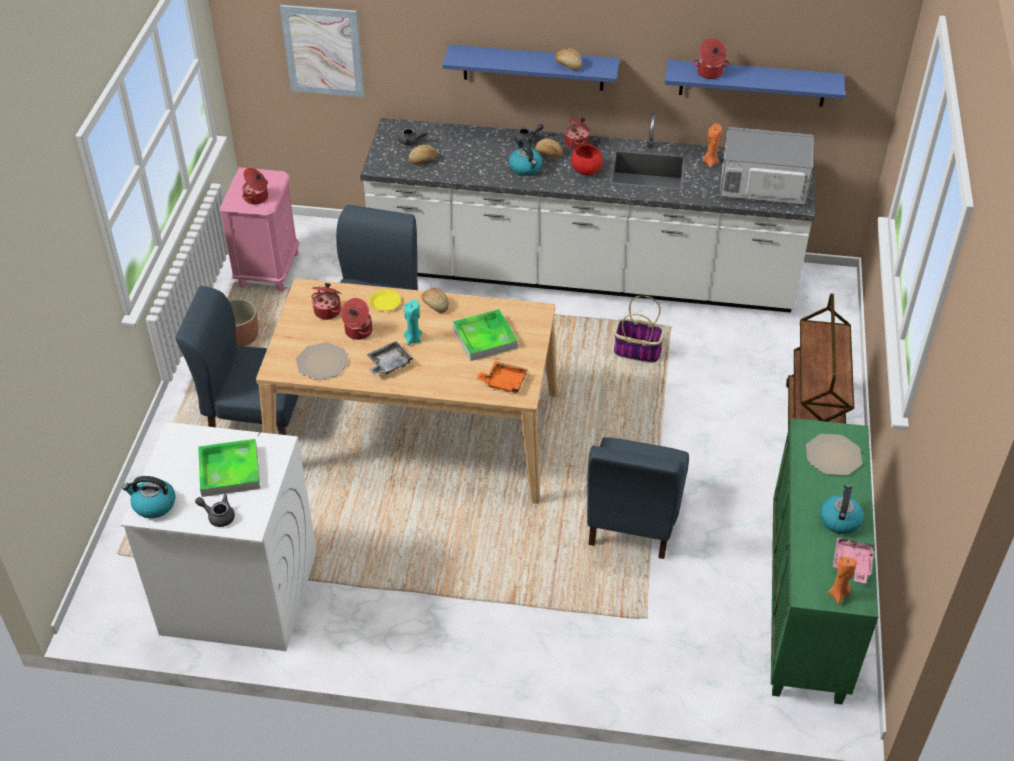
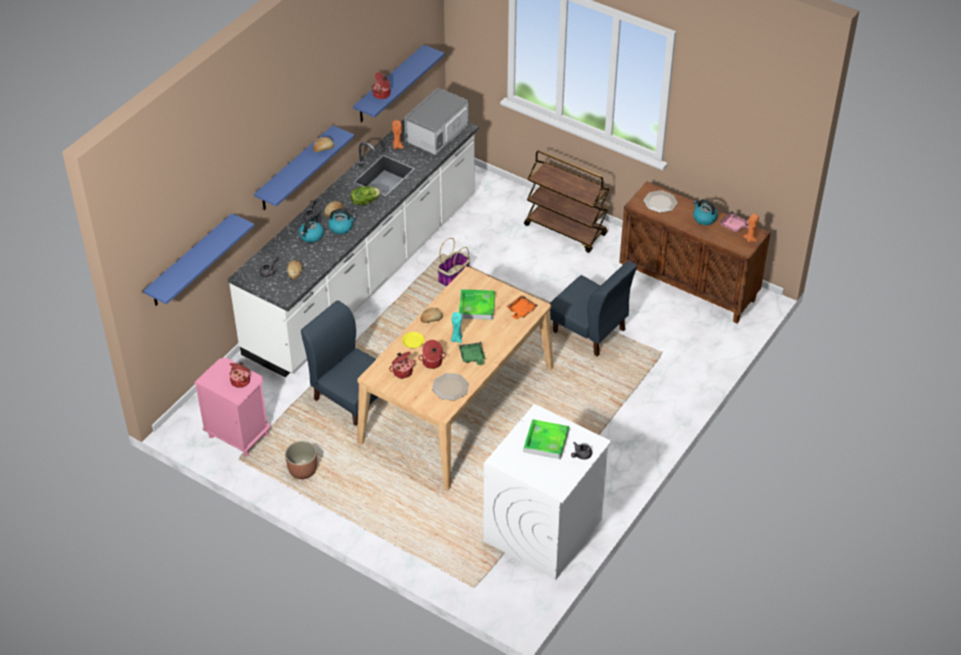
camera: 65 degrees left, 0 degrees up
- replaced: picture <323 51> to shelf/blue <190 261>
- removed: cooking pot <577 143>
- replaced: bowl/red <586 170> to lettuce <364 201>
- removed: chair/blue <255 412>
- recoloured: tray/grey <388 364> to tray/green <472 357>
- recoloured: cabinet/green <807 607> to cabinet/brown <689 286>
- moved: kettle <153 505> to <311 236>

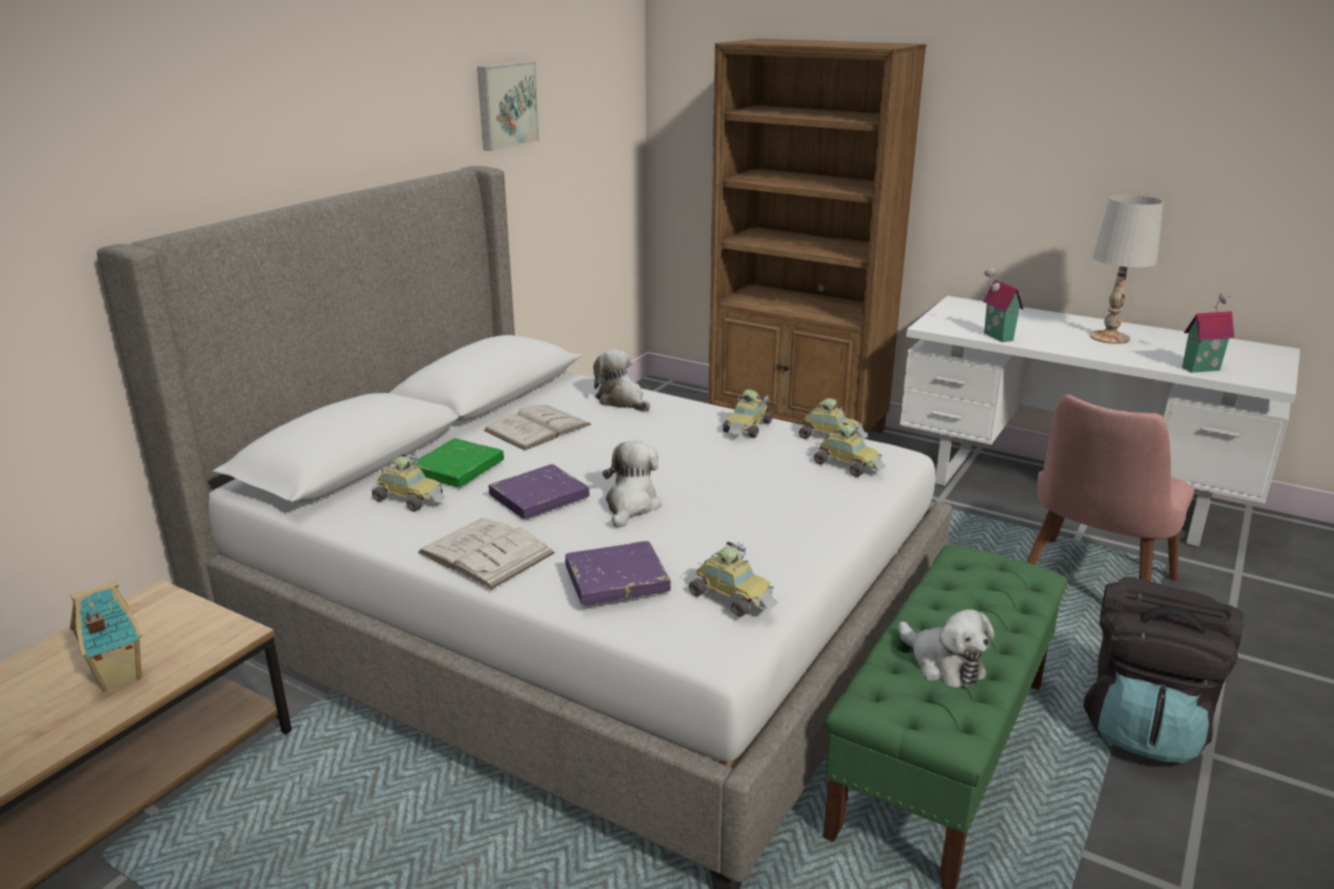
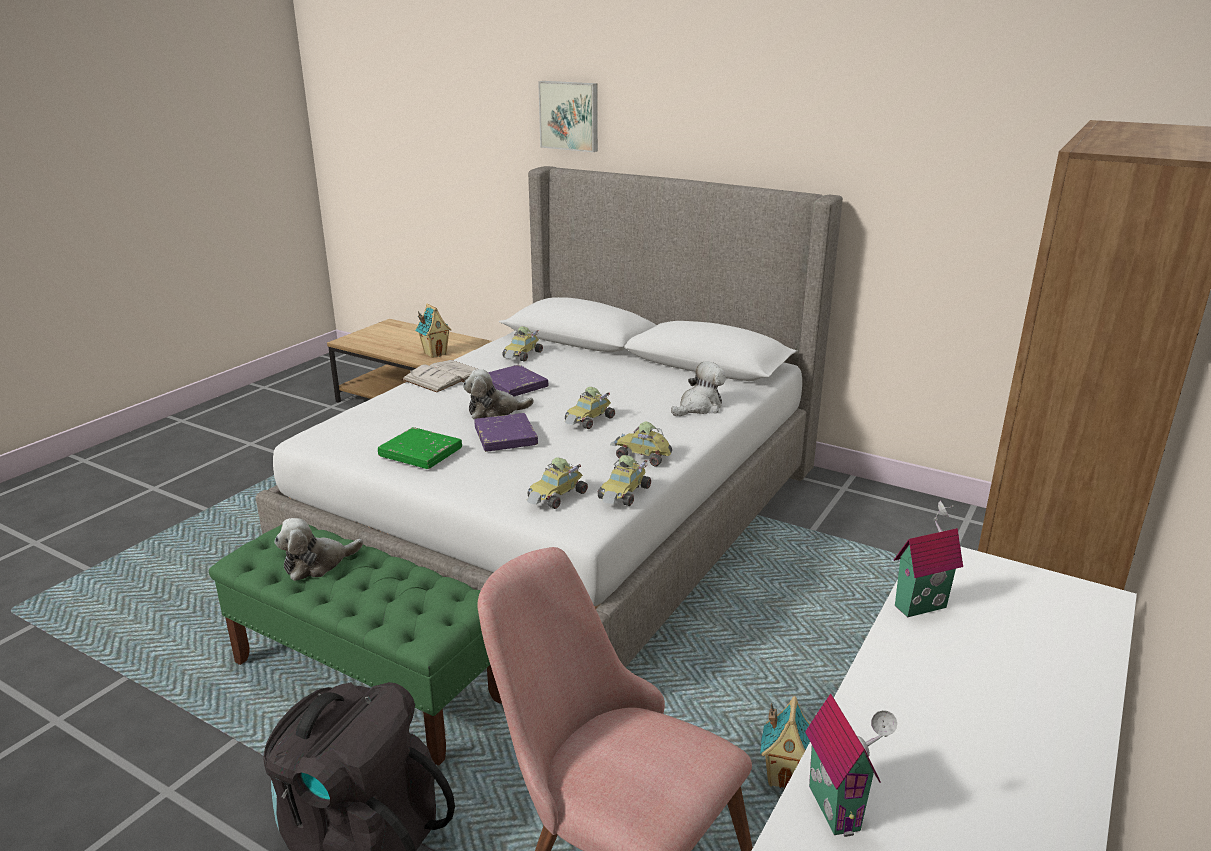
camera: 90 degrees right, 0 degrees up
- moved: picture <505 105> to <570 115>
- removed: table lamp/white <1110 337>
- removed: book/white <537 427>
- moved: book/green <457 468> to <420 453>
- turned: plush toy <631 505> = <494 411> 150 degrees clockwise
- moved: book/purple <617 579> to <505 437>
- moved: toy car <733 596> to <589 420>
- added: toy house <786 778>

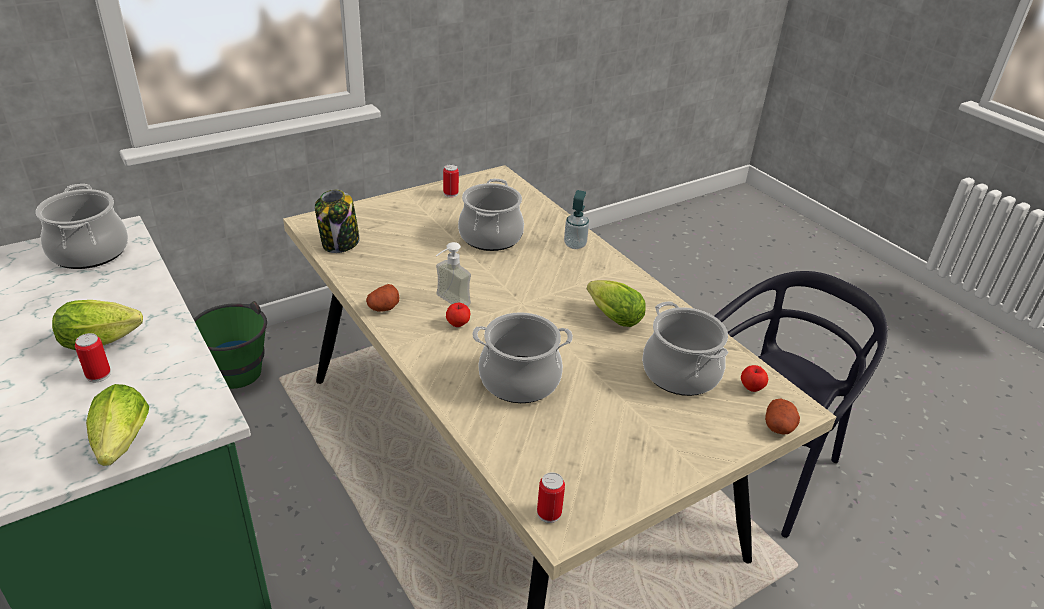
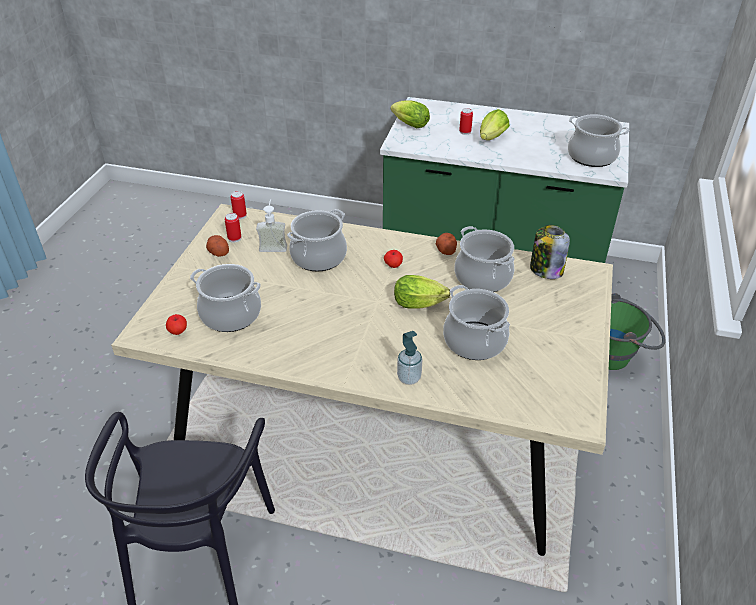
camera: 140 degrees right, 5 degrees up
- moved: can <450 194> to <234 238>
- moved: soap dispenser <447 303> to <274 245>
- moved: lettuce <611 316> to <421 304>
- moved: potato <779 427> to <218 252>
- added: cooking pot <483 277>

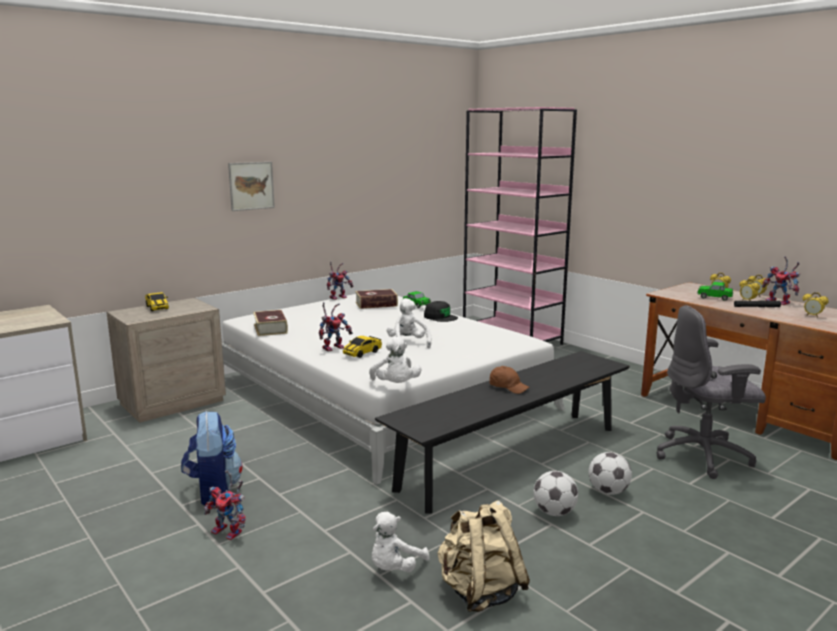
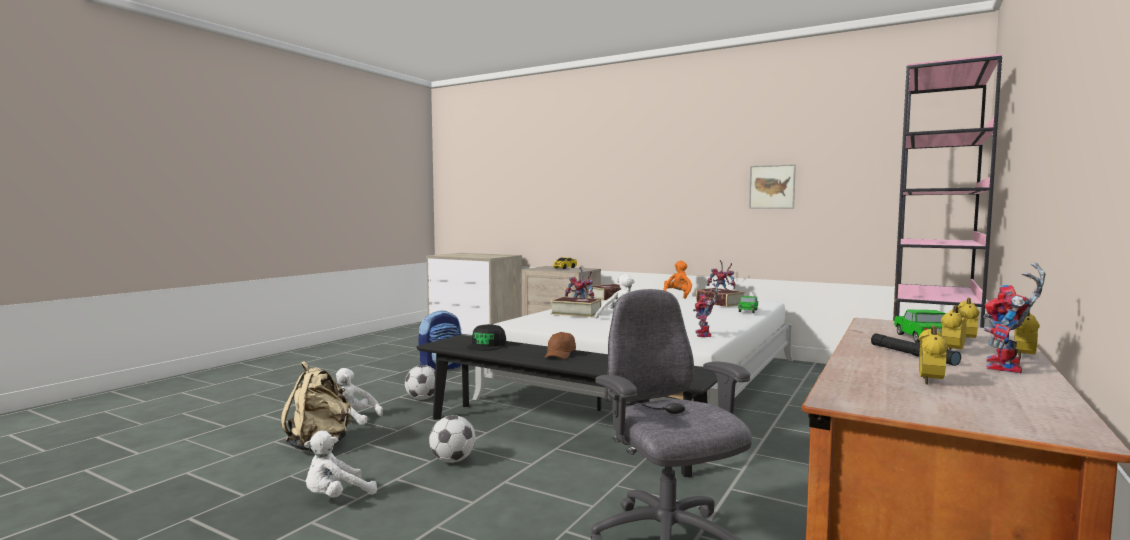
camera: 70 degrees right, 10 degrees down
- moved: picture <251 186> to <772 187>
- moved: cap/black <440 317> to <487 345>
- replaced: toy car <362 353> to book <576 313>
- moved: plush toy/white <395 386> to <336 497>
- moved: football <608 491> to <422 398>
- moved: toy robot <230 532> to <705 335>
- added: plush toy/orange <677 296>

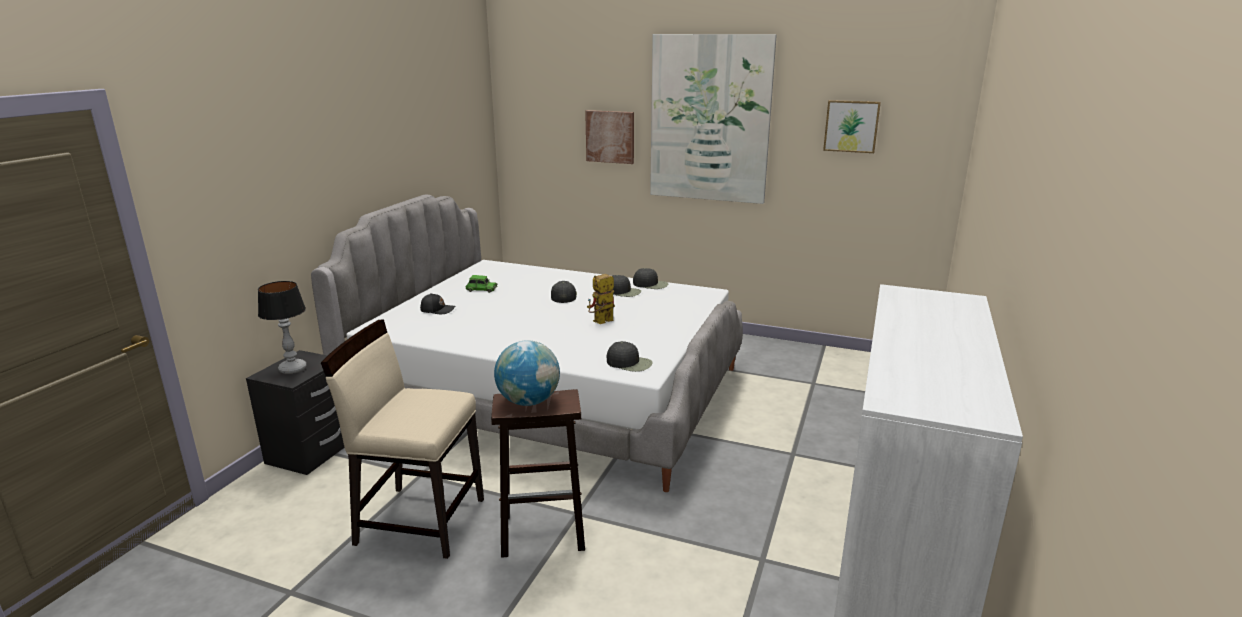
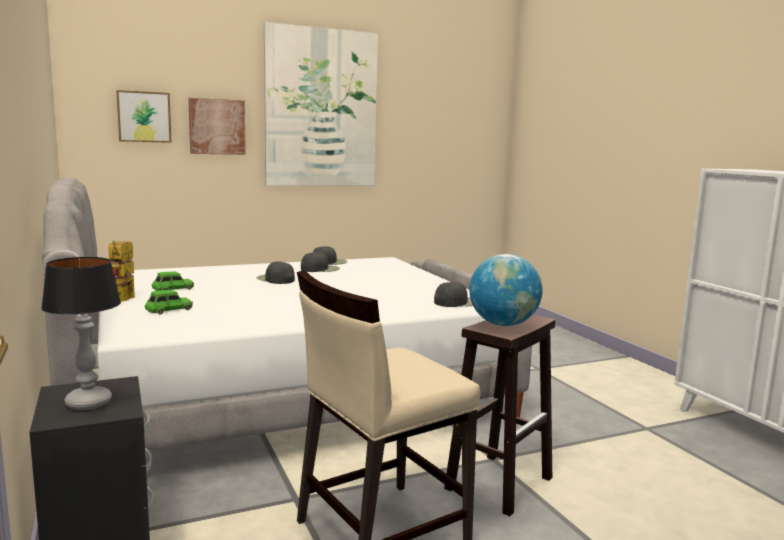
camera: 45 degrees left, 10 degrees down
- moved: picture <851 126> to <144 117>
- moved: toy robot <601 322> to <122 300>
- replaced: cap/black <437 310> to toy car/green <168 309>

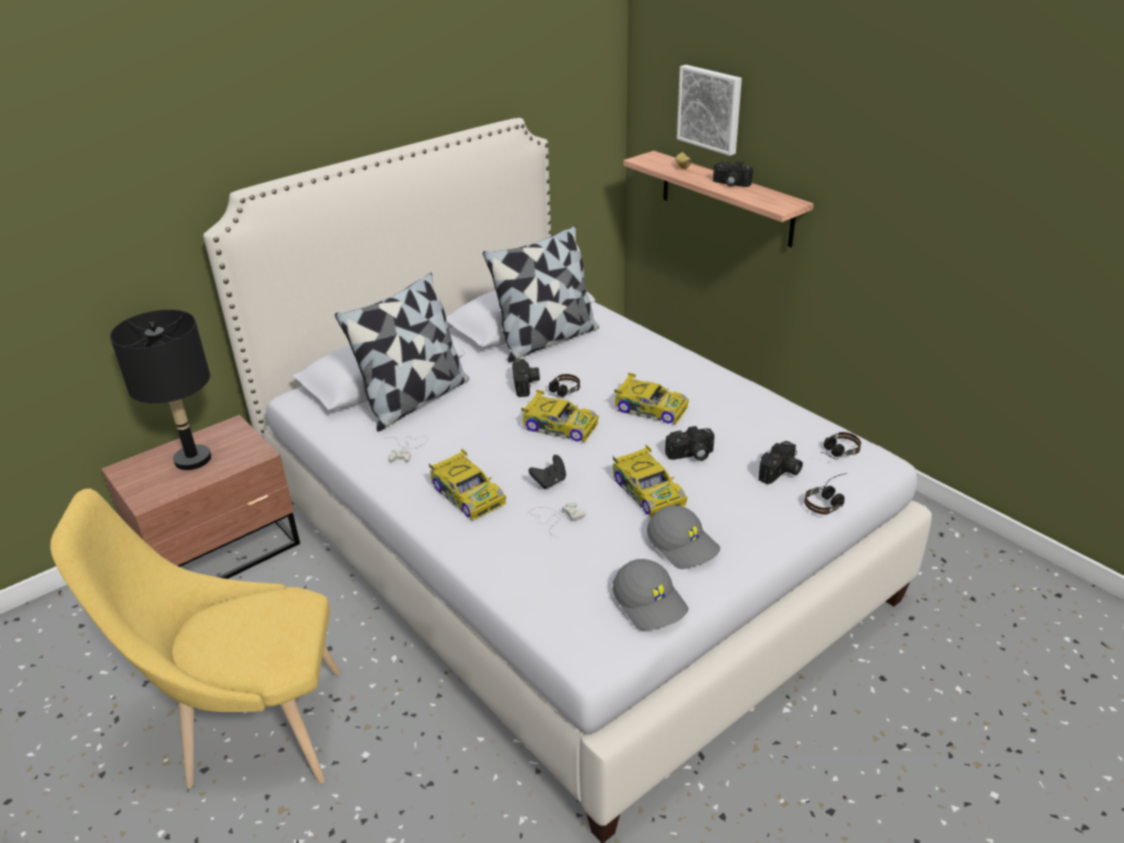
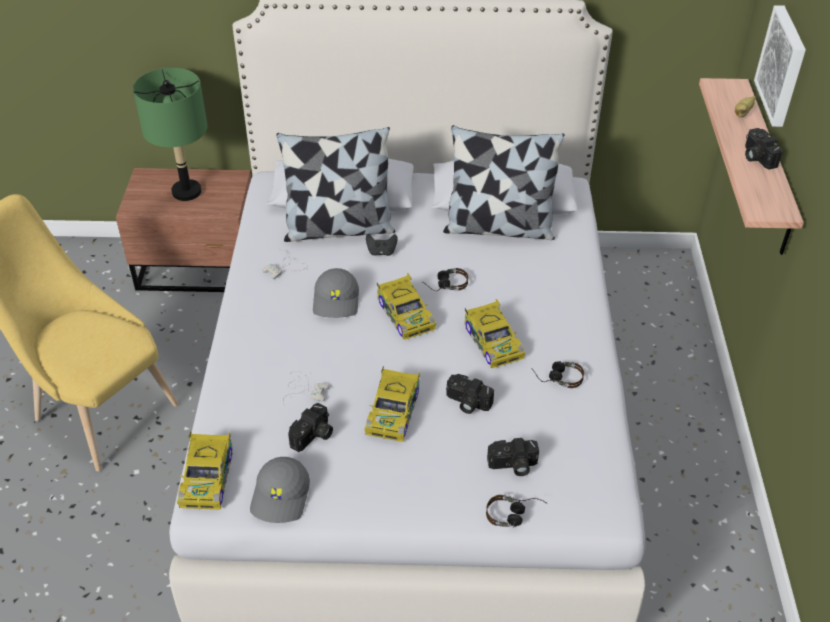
camera: 40 degrees right, 10 degrees up
- recoloured: table lamp/black <193 459> to table lamp/green <186 192>
- moved: photo camera <526 385> to <313 436>
- moved: headphones <835 453> to <556 377>
- moved: toy car <467 494> to <207 477>
- moved: game controller/black <549 482> to <381 252>
- moved: cap/grey <684 545> to <337 301>

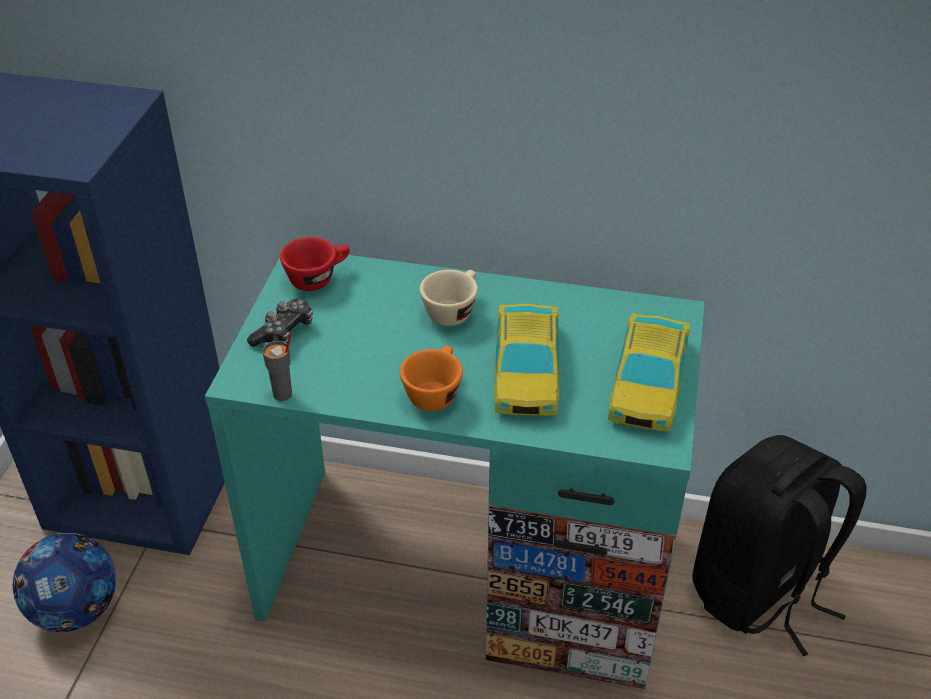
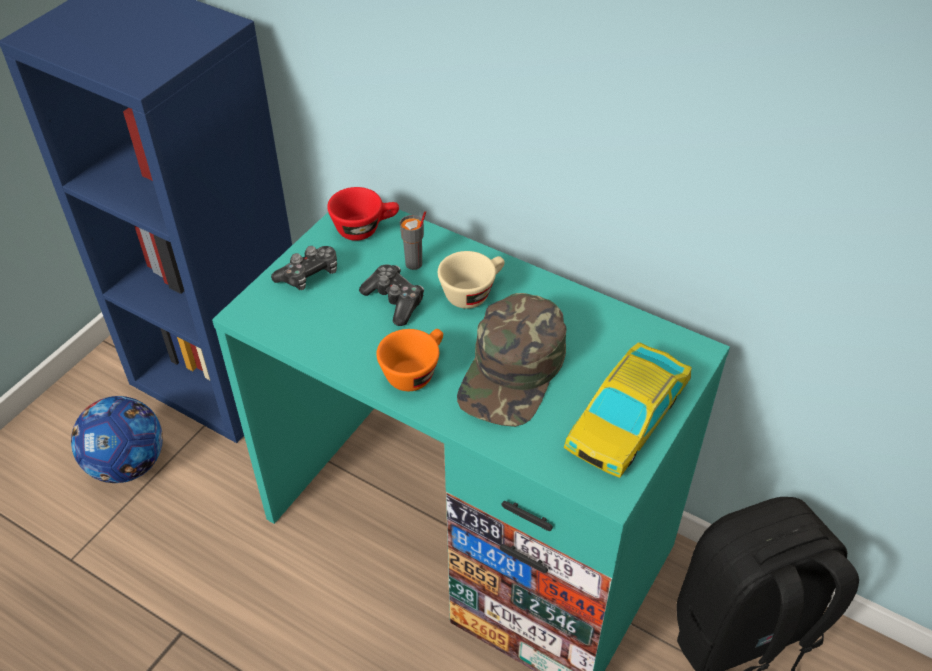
camera: 20 degrees right, 5 degrees up
- replaced: toy car <526 368> to cap/green <513 371>
- moved: cup/grey <283 394> to <414 264>
- added: game controller <394 301>

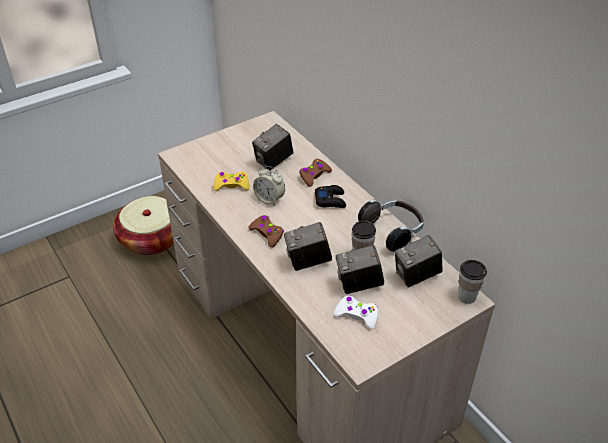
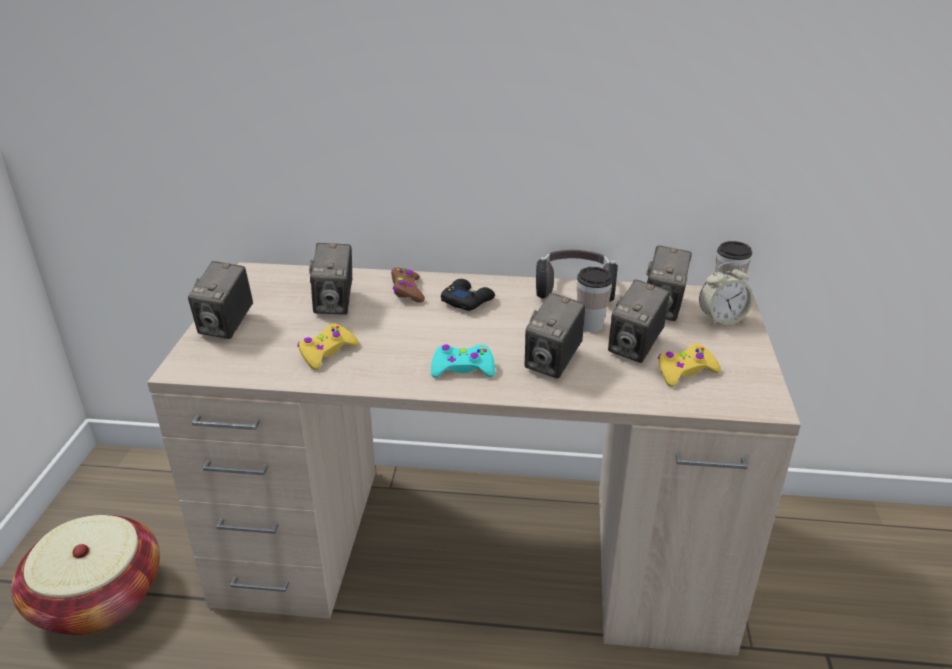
camera: 50 degrees left, 10 degrees down
- moved: alarm clock <269 199> to <721 319>
- recoloured: game controller/brown <267 234> to game controller/turquoise <462 369>
- recoloured: game controller/white <357 315> to game controller/yellow <685 372>
- added: photo camera <226 326>

